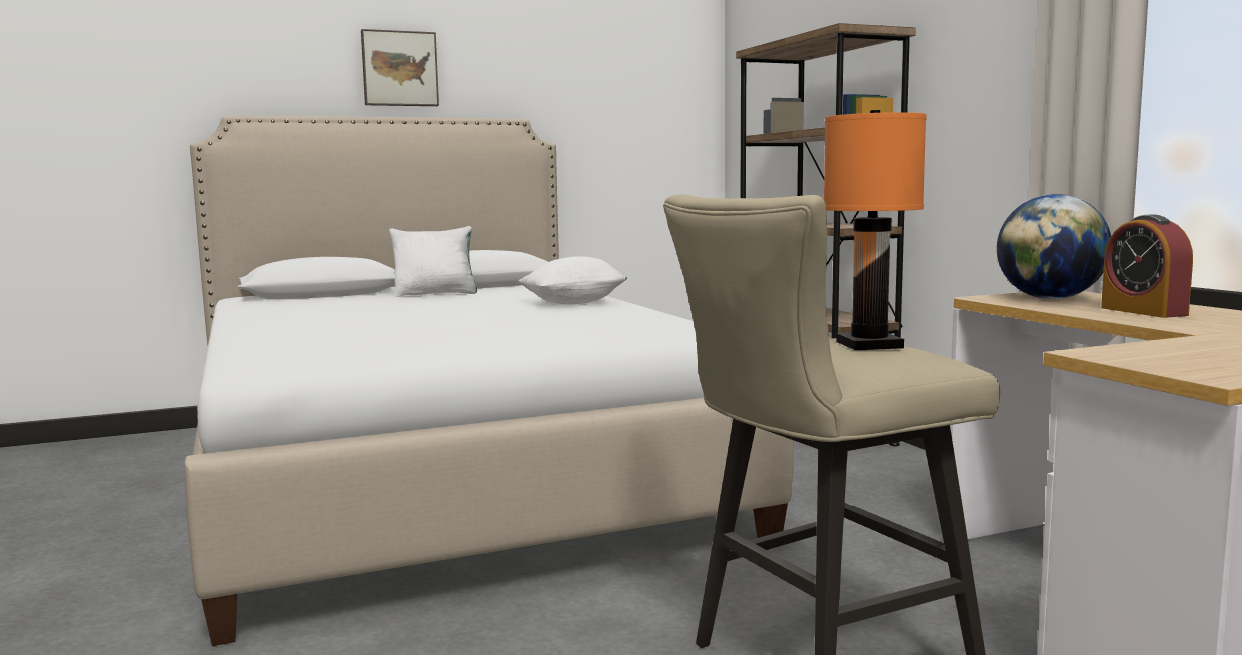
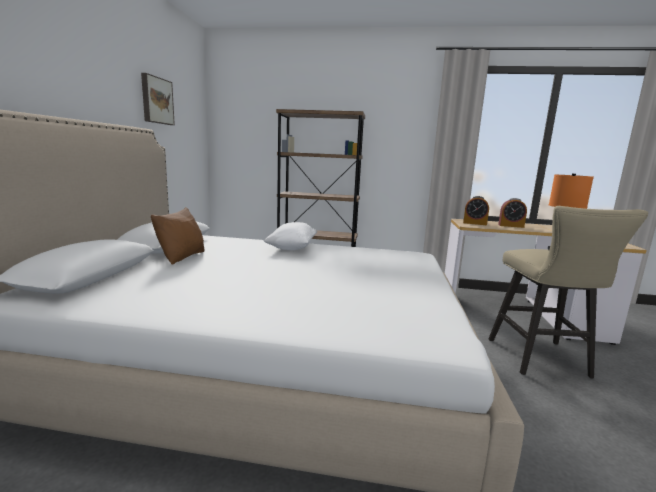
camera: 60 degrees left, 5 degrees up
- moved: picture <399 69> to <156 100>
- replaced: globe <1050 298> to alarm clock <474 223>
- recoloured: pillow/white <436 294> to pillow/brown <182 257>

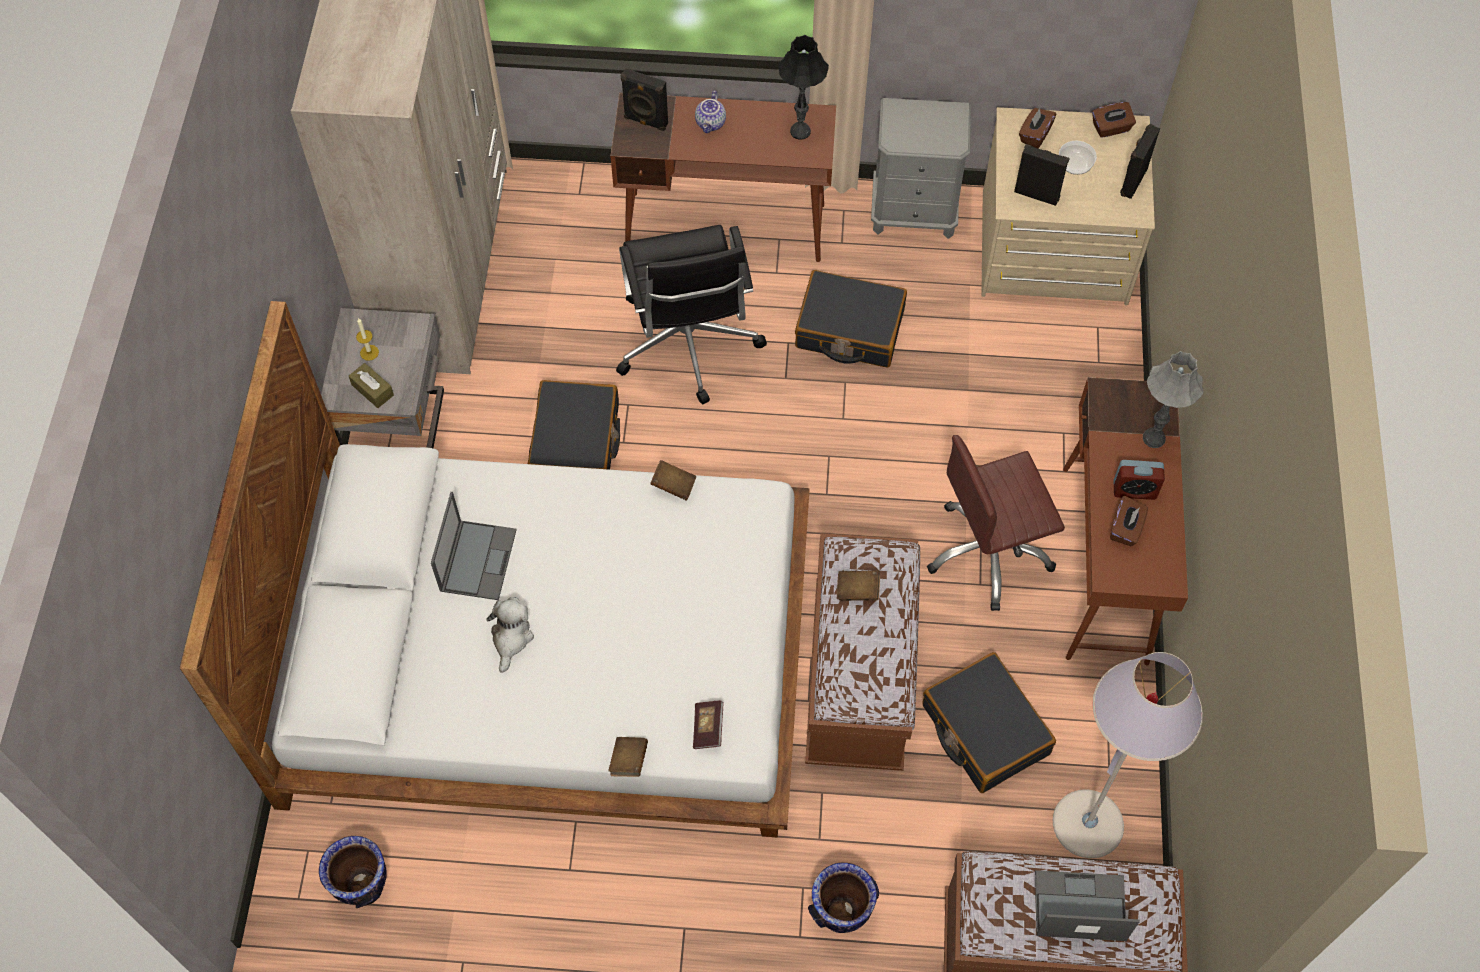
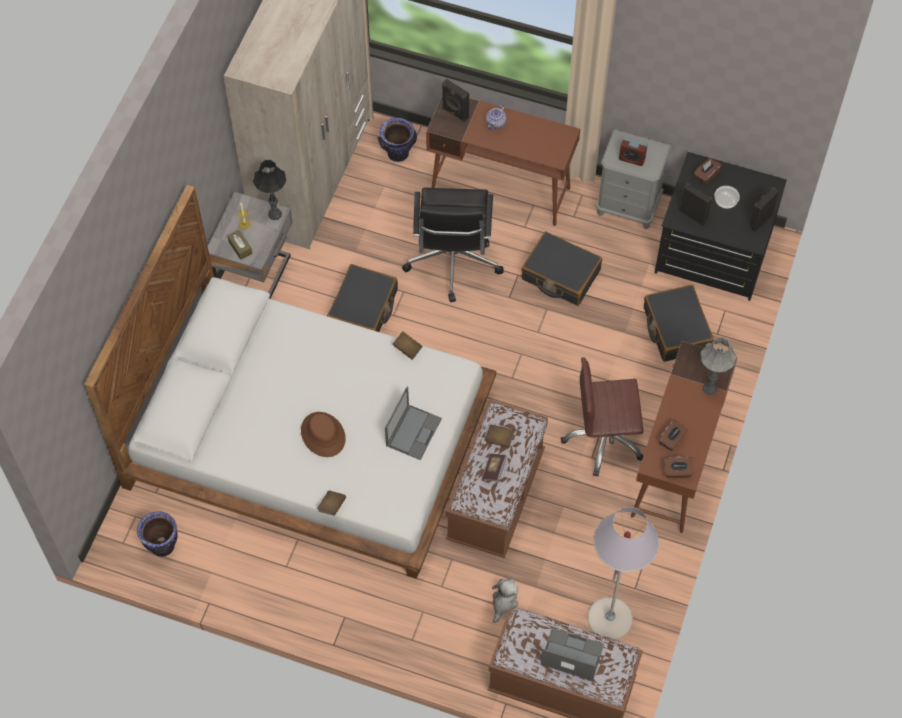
camera: 15 degrees right, 0 degrees up
- moved: table lamp/black <800 131> to <275 214>
- moved: tissue box/brown <1111 128> to <677 472>
- recoloured: dresser/beige <1053 250> to dresser/black <713 252>
- moved: alarm clock <1134 490> to <632 159>
- moved: laptop <478 559> to <413 431>
- moved: plush toy <511 638> to <503 602>
- moved: suitcase/black <984 730> to <676 329>
- moved: book <708 728> to <494 470>
- moved: vase <840 913> to <398 153>
- added: hat/brown <323 434>

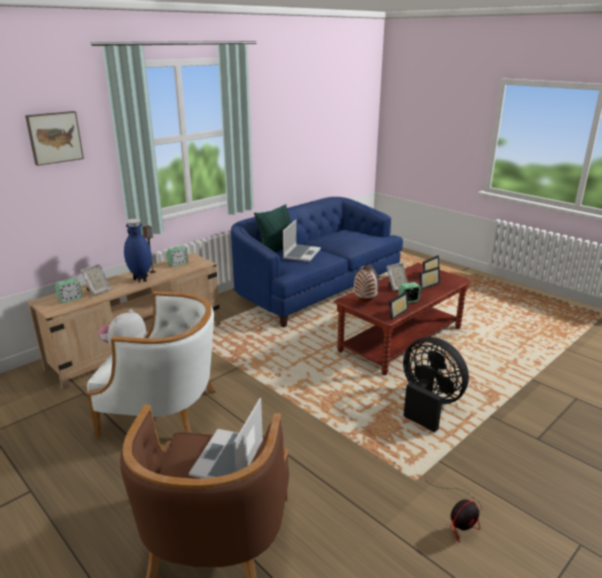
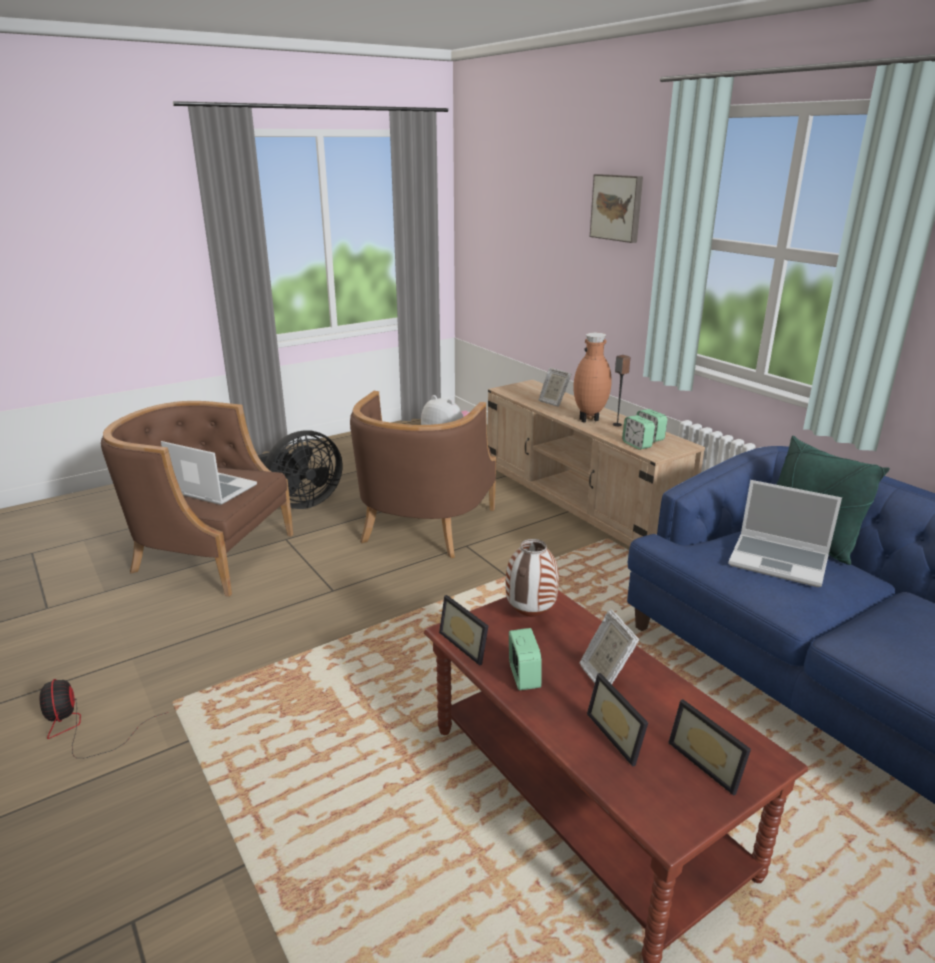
camera: 100 degrees right, 0 degrees up
- recoloured: vase/blue <141 279> to vase/brown <590 420>
- moved: alarm clock <70 299> to <637 445>
- recoloured: armchair/white <163 411> to armchair/brown <424 526>
- moved: fan/black <428 404> to <300 503>

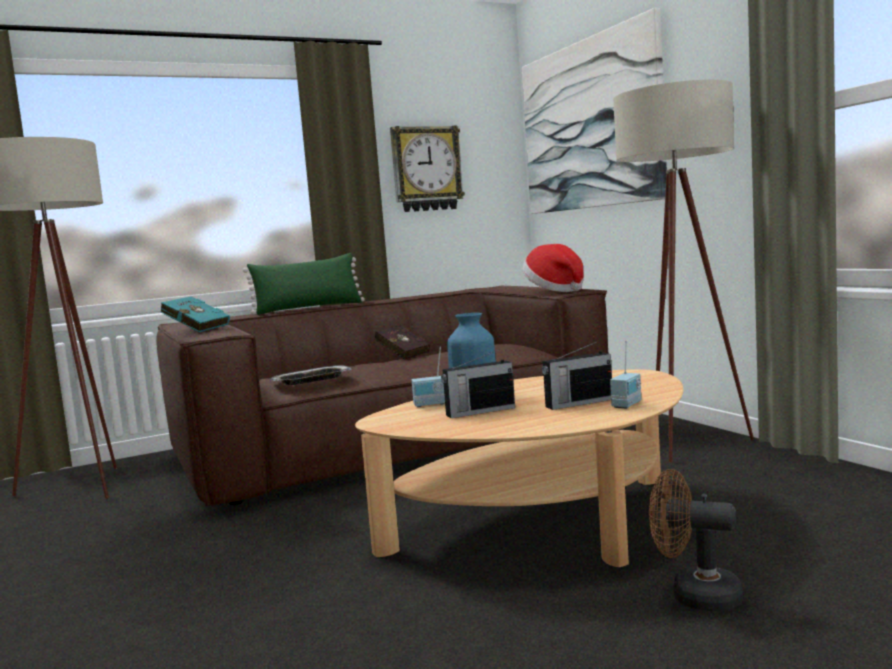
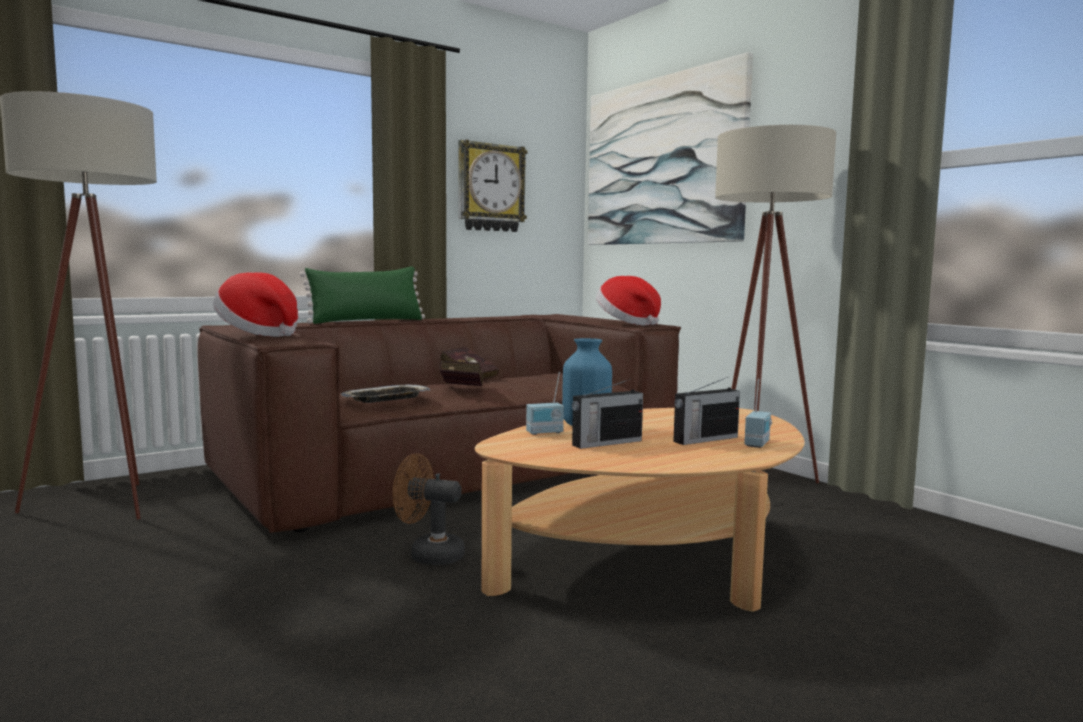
camera: 10 degrees left, 0 degrees up
- replaced: book/turquoise <195 329> to hat <259 334>
- moved: fan/brown <694 595> to <428 555>
- added: book/red <460 390>

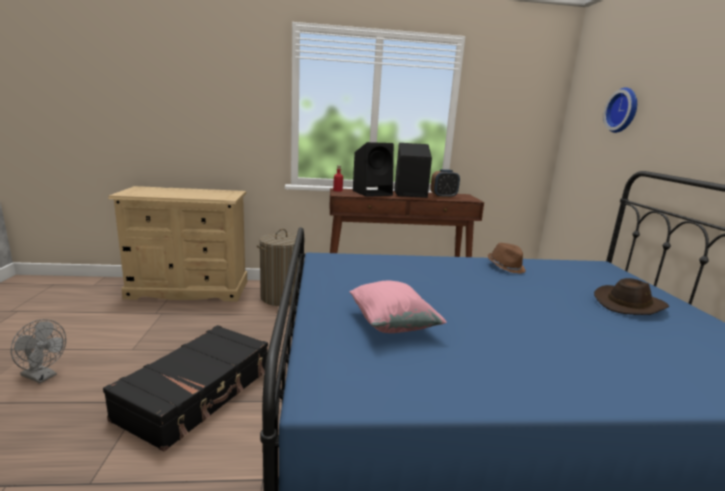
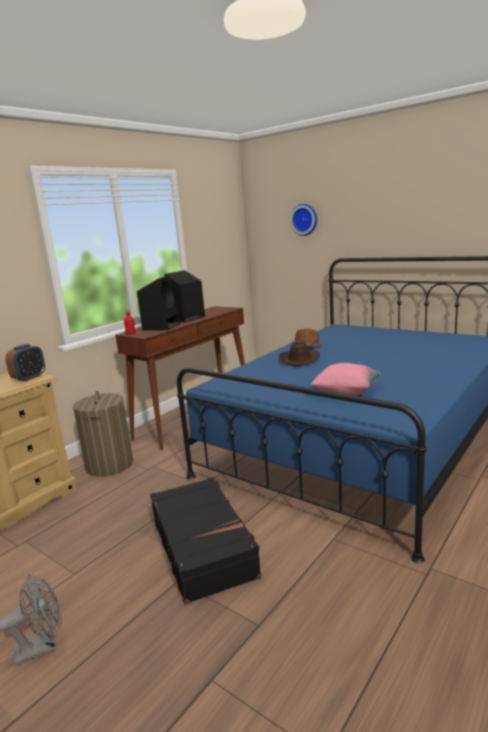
camera: 45 degrees left, 0 degrees up
- moved: alarm clock <443 196> to <29 378>
- moved: hat/brown <629 304> to <299 359>

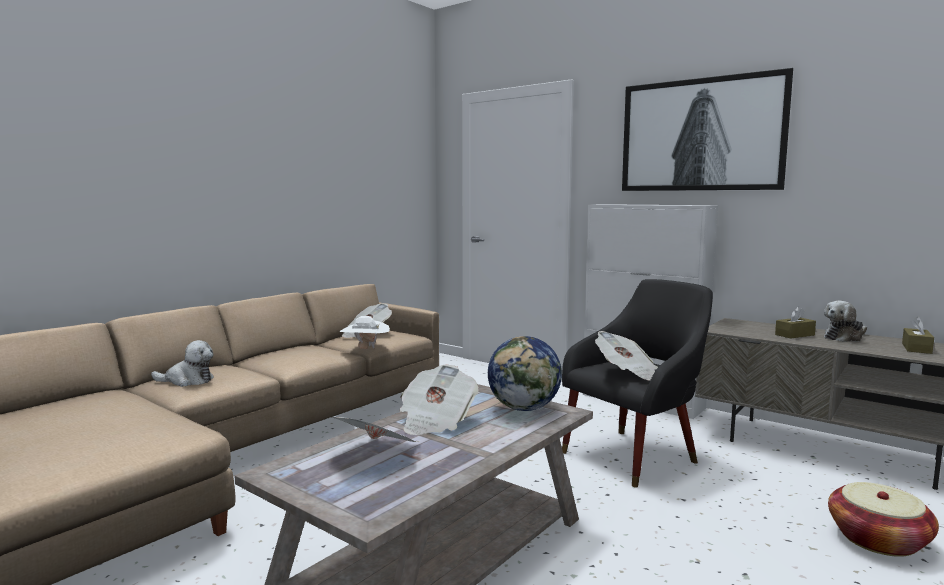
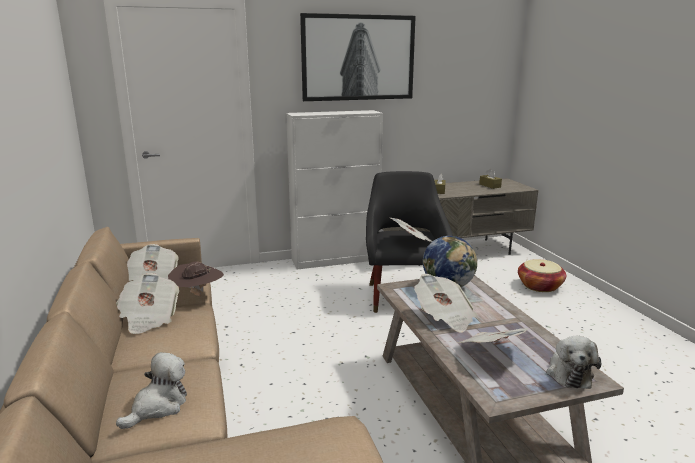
camera: 55 degrees left, 10 degrees up
- moved: plush toy <844 337> to <569 373>
- recoloured: hat/white <365 349> to hat/brown <198 295>
- added: newspaper <149 318>

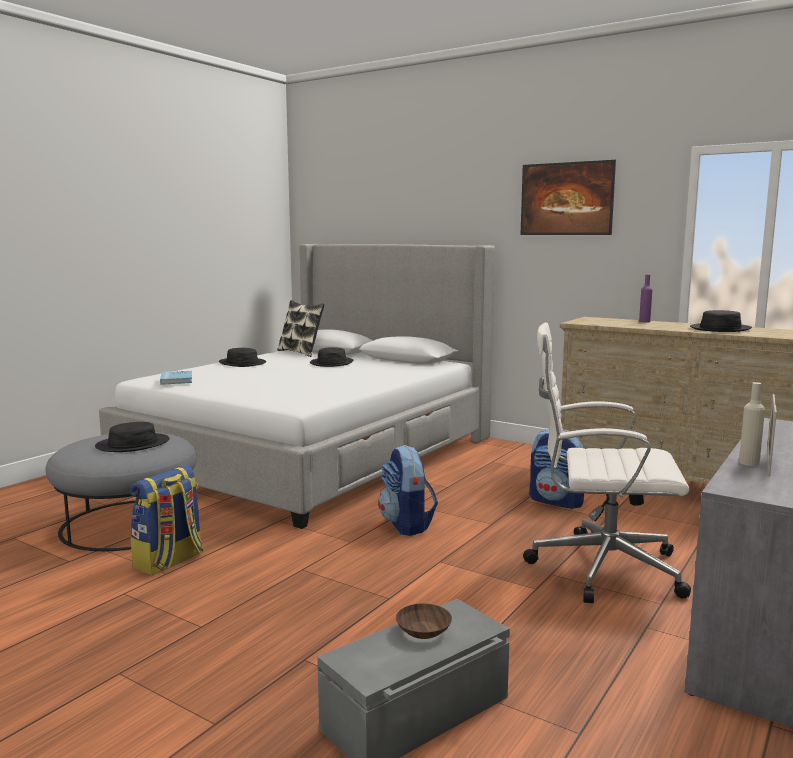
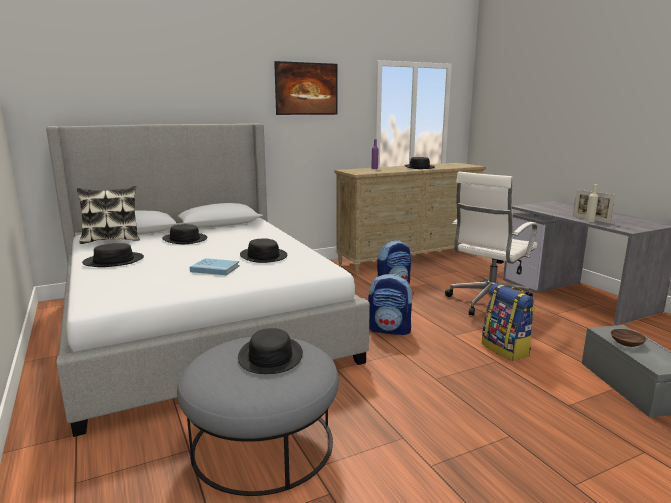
camera: 60 degrees left, 5 degrees up
- moved: book/blue <176 380> to <215 269>
- moved: backpack <169 561> to <506 349>
- added: hat/black <263 256>

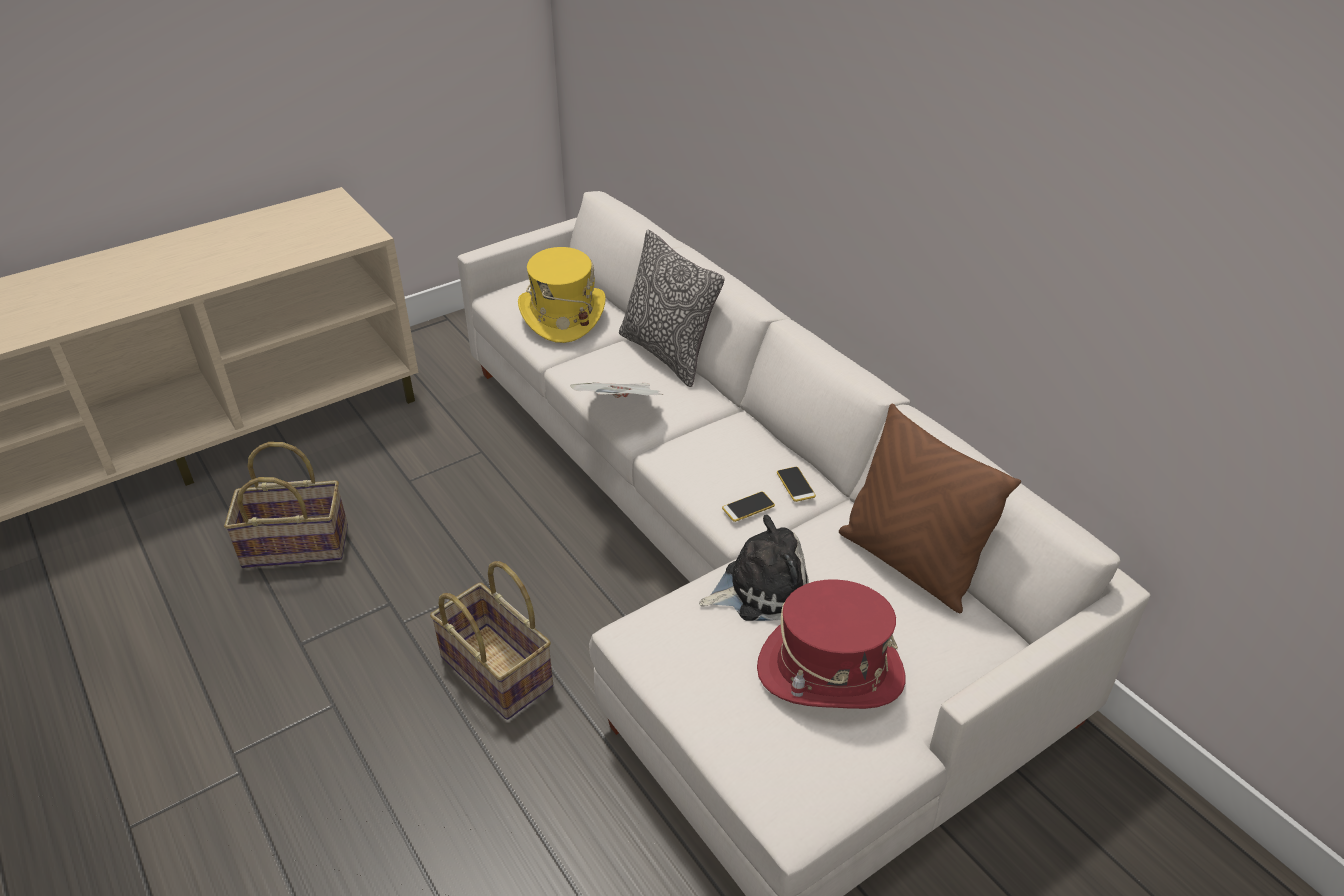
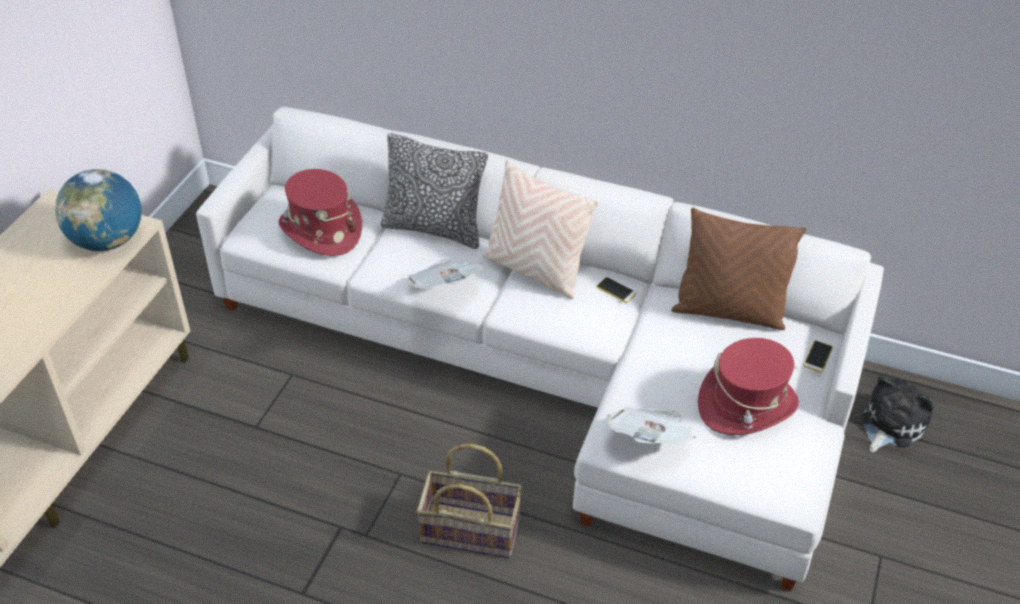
camera: 35 degrees left, 5 degrees up
- recoloured: hat/yellow <562 315> to hat/red <321 229>
- removed: basket <297 544>
- moved: phone <748 507> to <818 357>
- moved: plush toy <760 589> to <890 424>
- added: pillow/beige <535 271>
- added: globe <108 241>
- added: newspaper <651 440>

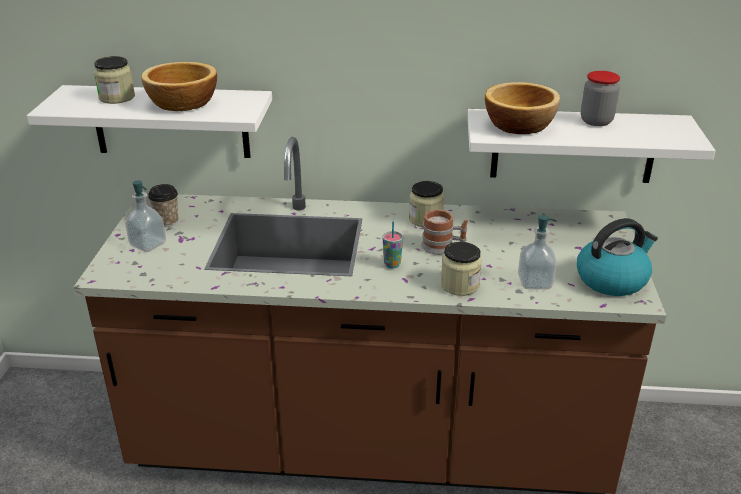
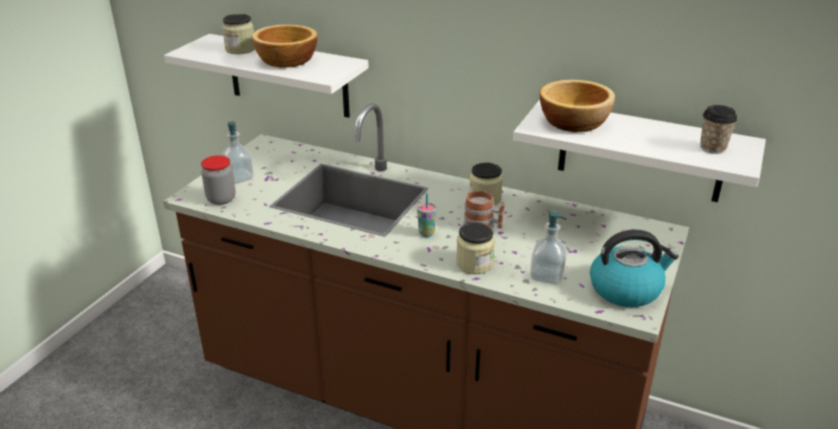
camera: 20 degrees right, 0 degrees up
- moved: jar <596 121> to <221 199>
- moved: cup <167 221> to <712 148>

